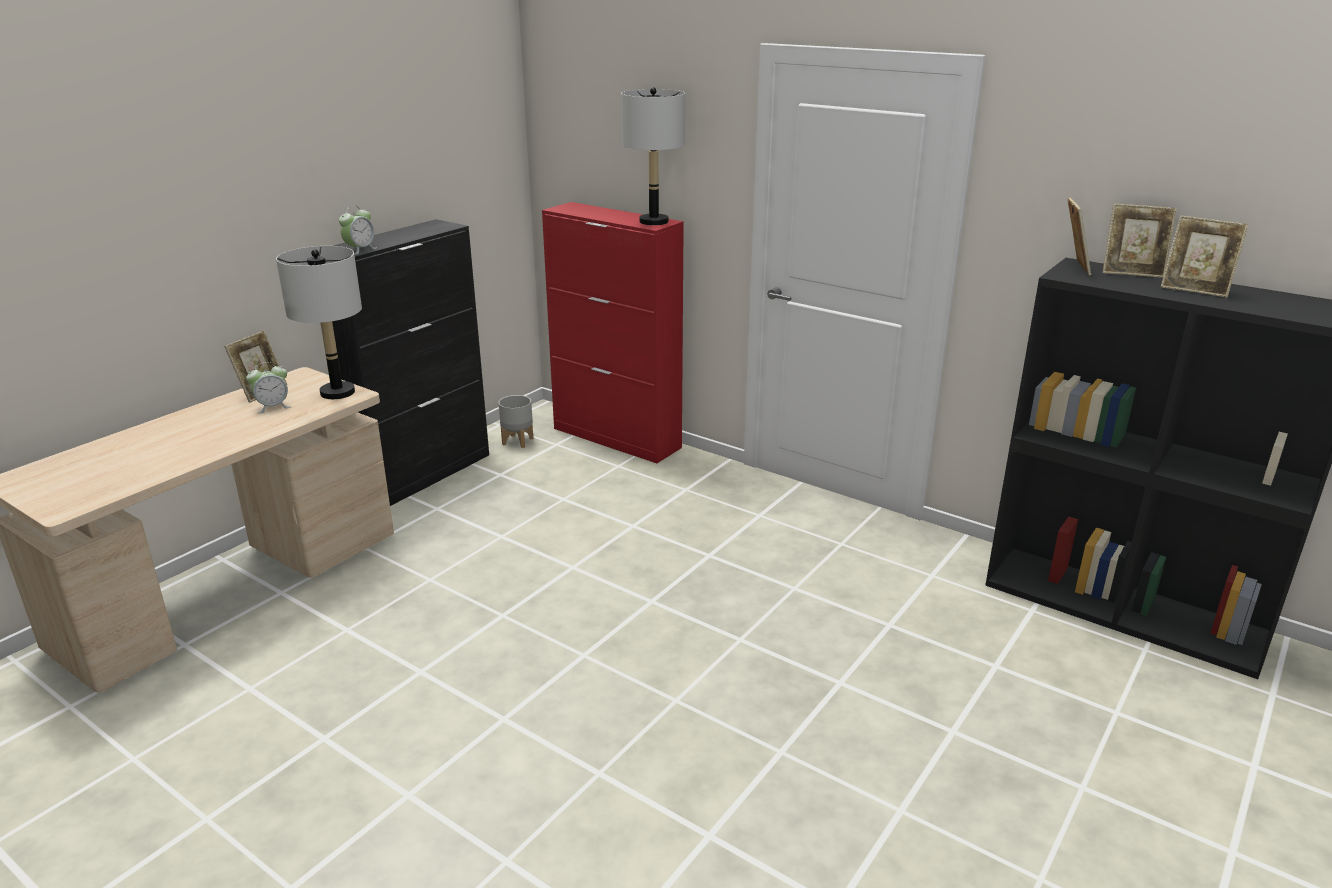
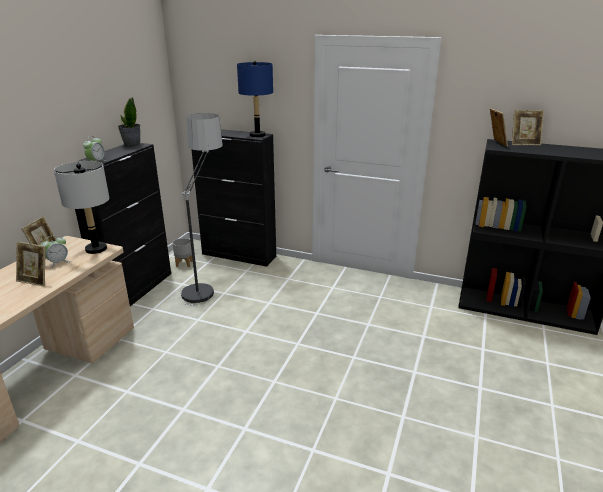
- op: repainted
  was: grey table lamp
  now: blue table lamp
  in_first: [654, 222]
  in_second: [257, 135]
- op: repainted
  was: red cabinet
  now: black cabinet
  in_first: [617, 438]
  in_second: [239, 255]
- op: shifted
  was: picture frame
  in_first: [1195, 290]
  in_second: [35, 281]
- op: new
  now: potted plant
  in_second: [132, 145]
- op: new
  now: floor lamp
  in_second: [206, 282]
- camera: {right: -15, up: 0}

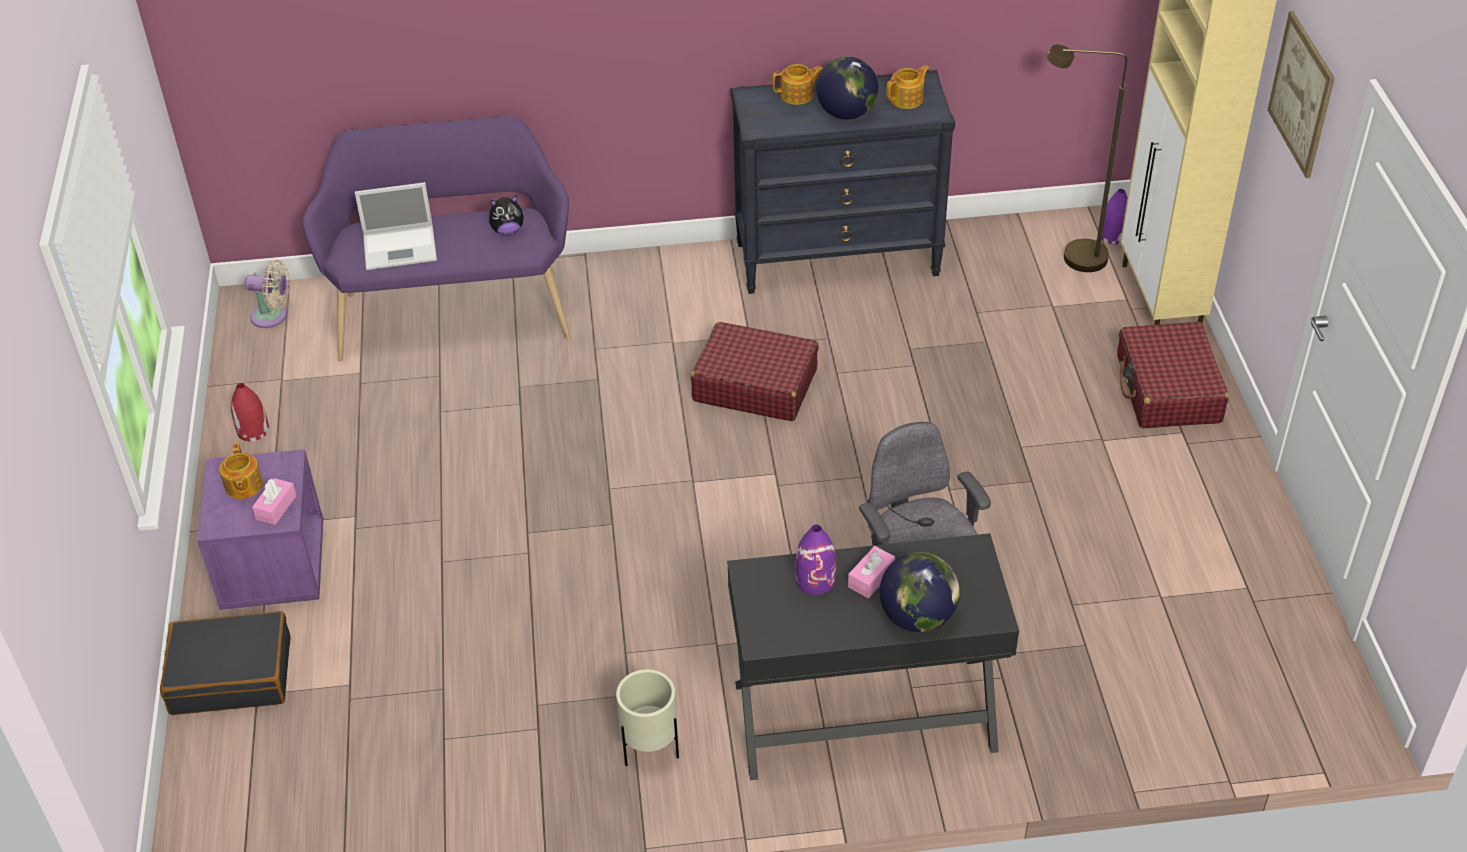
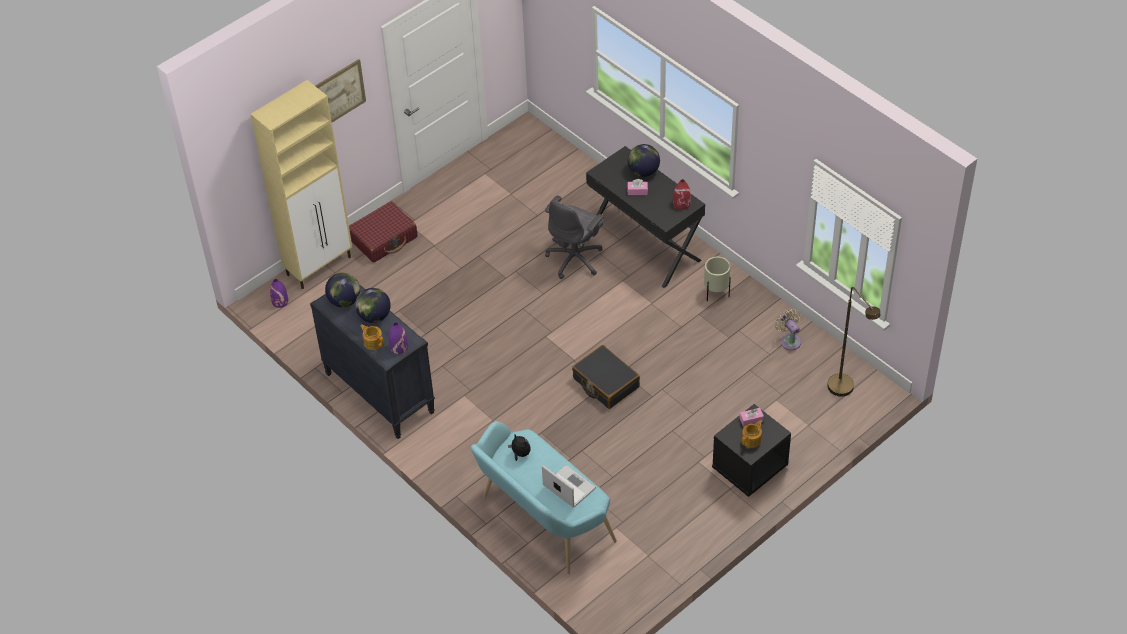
- op: shifted
  was: brown floor lamp
  in_first: [1072, 258]
  in_second: [845, 391]
- op: swapped
  was: teapot
  now: globe
  in_first: [907, 99]
  in_second: [345, 301]
- op: repainted
  was: purple bench
  now: turquoise bench
  in_first: [454, 310]
  in_second: [542, 521]
- op: shifted
  was: beige fan
  in_first: [273, 316]
  in_second: [789, 340]
- op: gone
  was: red suitcase
  in_first: [754, 385]
- op: shifted
  was: red vase
  in_first: [253, 430]
  in_second: [682, 203]
- op: repainted
  was: purple nightstand
  now: black nightstand
  in_first: [273, 567]
  in_second: [749, 468]
- op: shifted
  was: purple vase
  in_first: [815, 579]
  in_second: [398, 347]
- op: shifted
  was: black suitcase
  in_first: [231, 675]
  in_second: [605, 383]
- camera: {right: -125, up: 5}

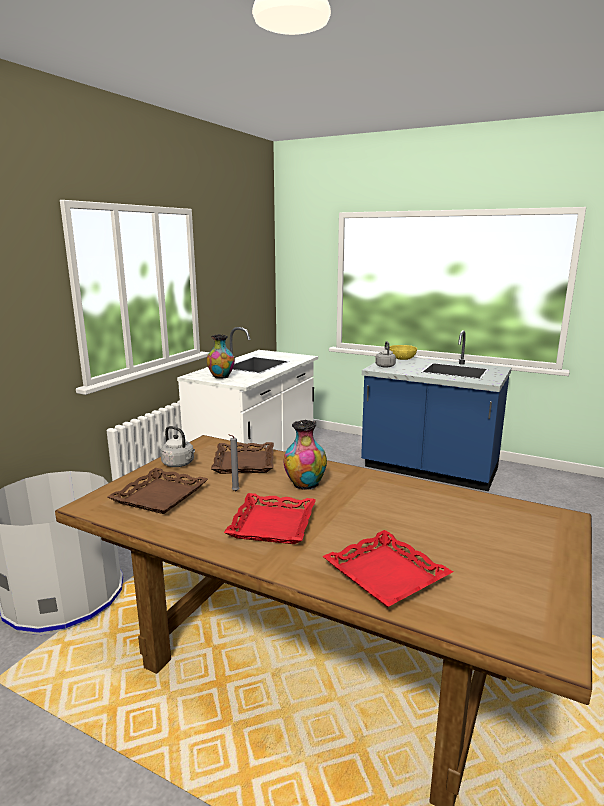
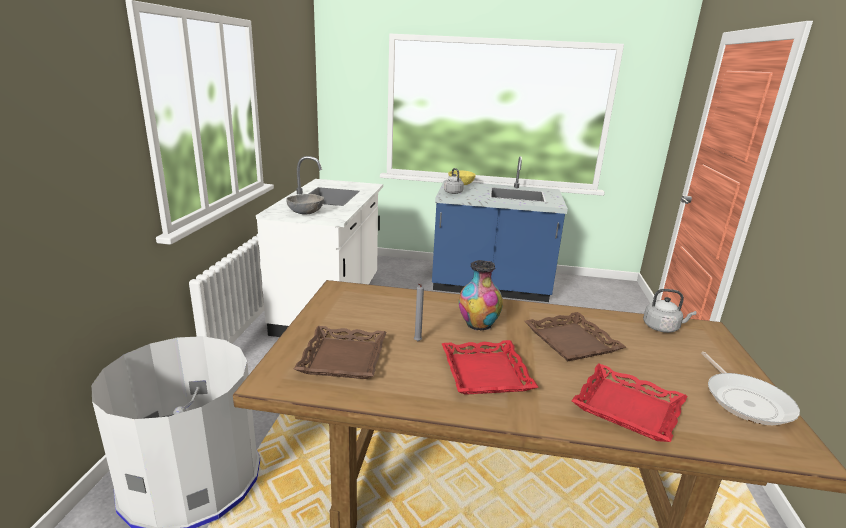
- op: swapped
  was: vase
  now: grey bowl
  in_first: [221, 377]
  in_second: [306, 212]
- op: shifted
  was: grey kettle
  in_first: [179, 464]
  in_second: [662, 328]
- op: shifted
  was: brown tray
  in_first: [243, 463]
  in_second: [571, 342]
- op: new
  now: frying pan
  in_second: [745, 400]
- camera: {right: -20, up: 5}

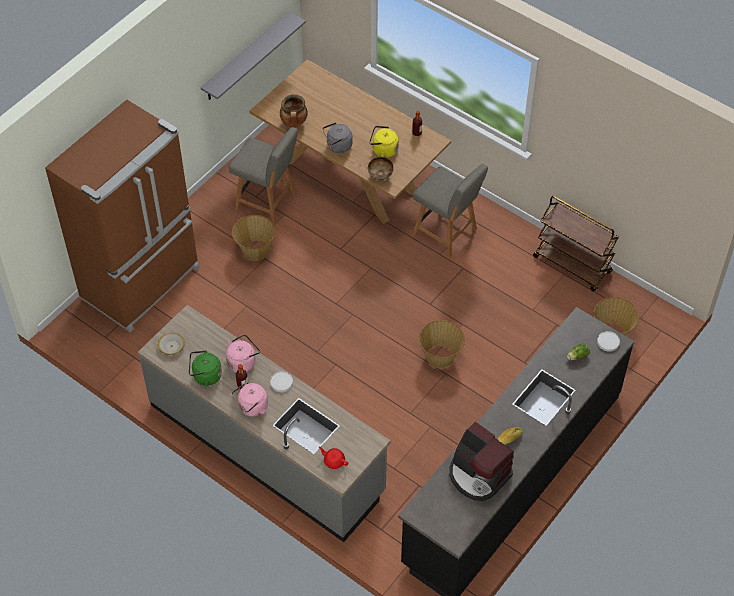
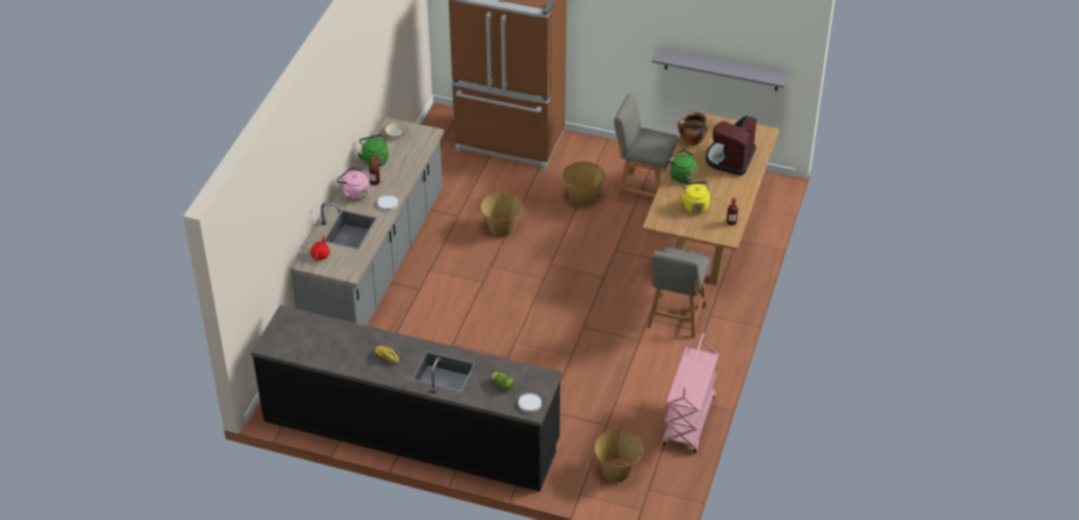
- op: repainted
  was: grey kettle
  now: green kettle
  in_first: [338, 146]
  in_second: [681, 175]
- op: rotated
  was: grey chair
  in_first: [267, 202]
  in_second: [643, 189]
  clockwise: 105
- op: gone
  was: bowl
  in_first: [380, 176]
- op: repainted
  was: brown cart
  now: pink cart
  in_first: [573, 265]
  in_second: [689, 421]
- op: shifted
  was: basket
  in_first: [440, 357]
  in_second: [502, 228]
- op: gone
  was: pink kettle
  in_first: [243, 362]
- op: shifted
  was: coffee machine
  in_first: [478, 475]
  in_second: [730, 158]
- camera: {right: 70, up: -10}

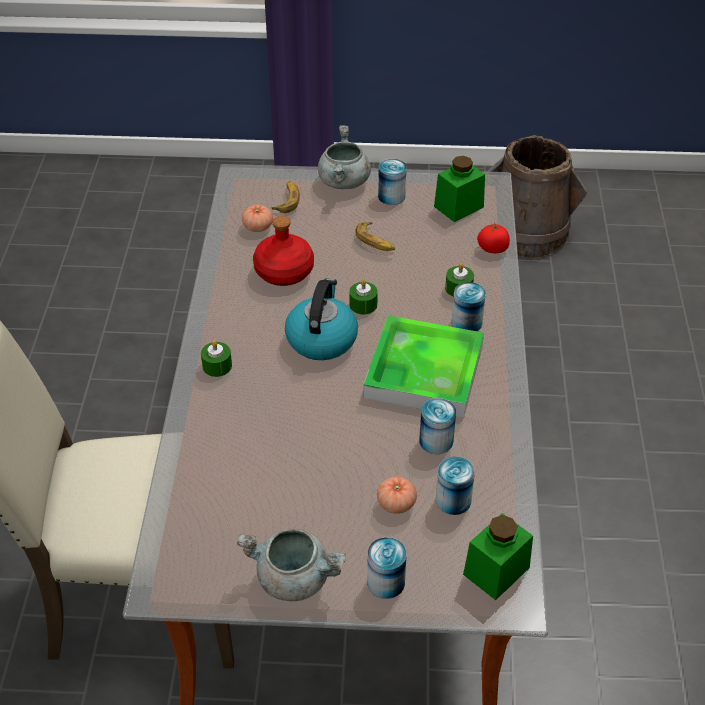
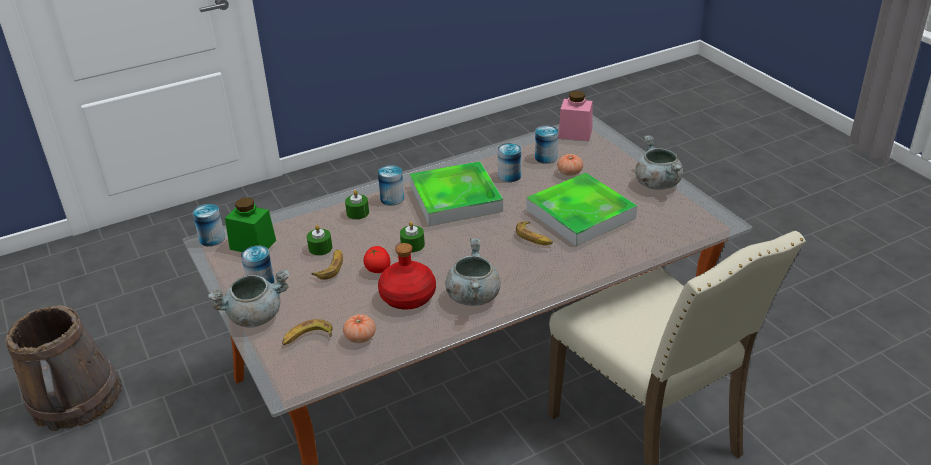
- op: shifted
  was: tomato
  in_first: [493, 248]
  in_second: [378, 269]
- op: gone
  was: kettle
  in_first: [321, 338]
- op: shifted
  was: green candle
  in_first: [217, 366]
  in_second: [320, 248]
- op: repainted
  was: green jar
  now: pink jar
  in_first: [496, 571]
  in_second: [575, 133]
- op: shifted
  was: can
  in_first: [386, 582]
  in_second: [212, 238]
- op: new
  now: tray
  in_second: [580, 214]
- op: new
  now: banana
  in_second: [534, 237]
- op: new
  now: grey cooking pot
  in_second: [473, 296]
- camera: {right: -120, up: -10}

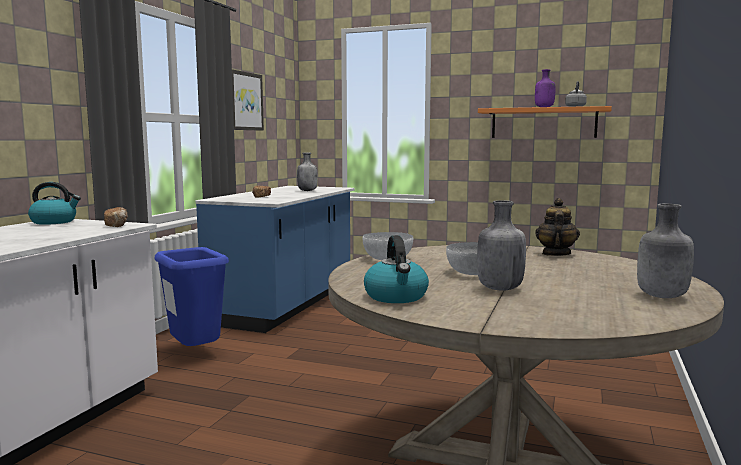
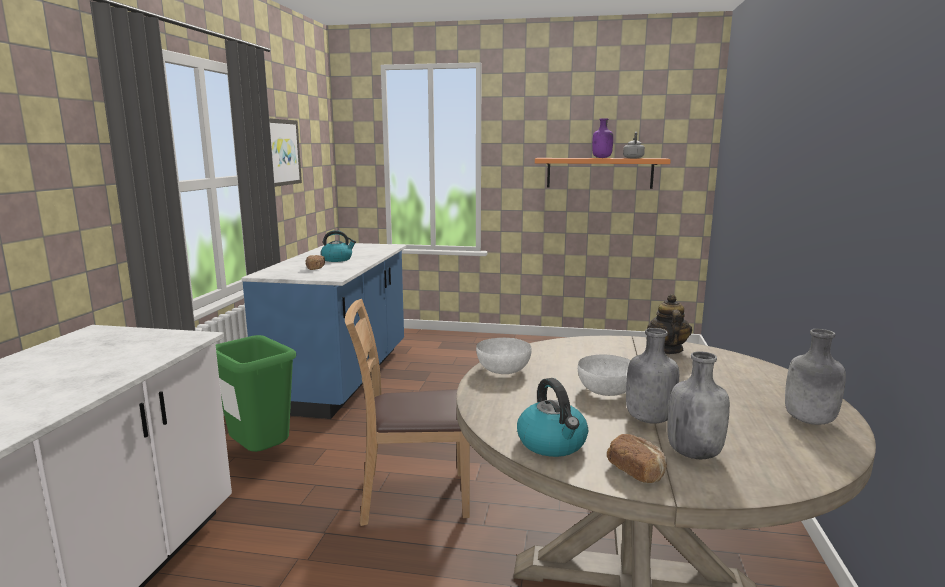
- op: shifted
  was: grey bottle
  in_first: [307, 190]
  in_second: [694, 453]
- op: shifted
  was: kettle
  in_first: [54, 222]
  in_second: [337, 259]
- op: shifted
  was: bread
  in_first: [116, 225]
  in_second: [636, 471]
- op: repainted
  was: blue trash can
  now: green trash can
  in_first: [195, 354]
  in_second: [260, 456]
- op: new
  now: brown chair
  in_second: [413, 496]
- camera: {right: -10, up: 5}

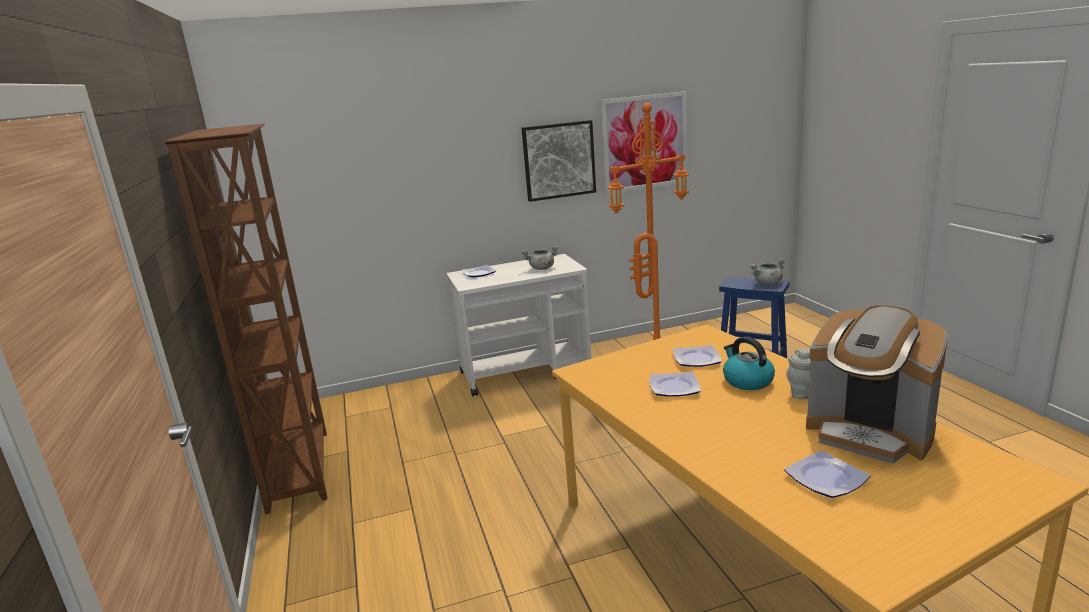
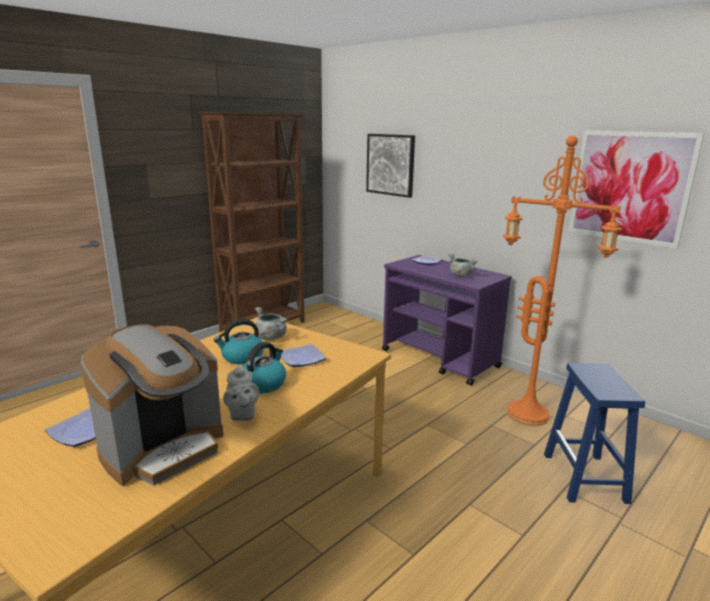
- op: shifted
  was: picture
  in_first: [559, 160]
  in_second: [390, 164]
- op: repainted
  was: white cart
  now: purple cart
  in_first: [526, 372]
  in_second: [440, 359]
- op: shifted
  was: grey cooking pot
  in_first: [768, 283]
  in_second: [270, 337]
- op: rotated
  was: coffee machine
  in_first: [869, 433]
  in_second: [164, 449]
  clockwise: -150
- op: swapped
  was: plate
  now: kettle
  in_first: [675, 387]
  in_second: [242, 357]
- camera: {right: 60, up: 0}

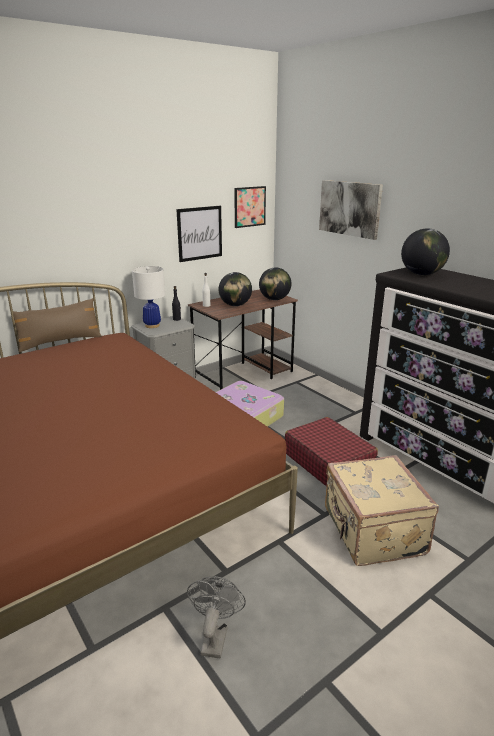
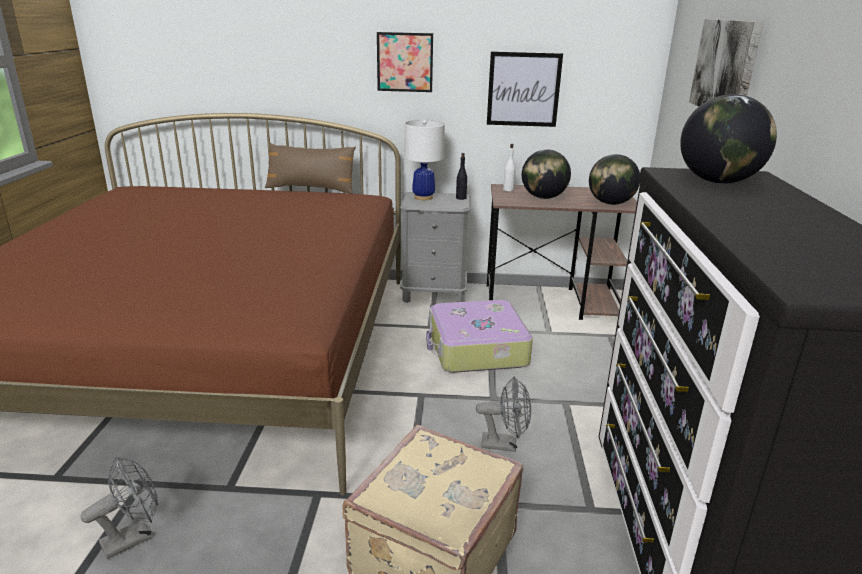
- op: shifted
  was: picture
  in_first: [249, 206]
  in_second: [405, 62]
- op: swapped
  was: red suitcase
  now: grey fan
  in_first: [328, 462]
  in_second: [505, 444]
- camera: {right: 40, up: 0}

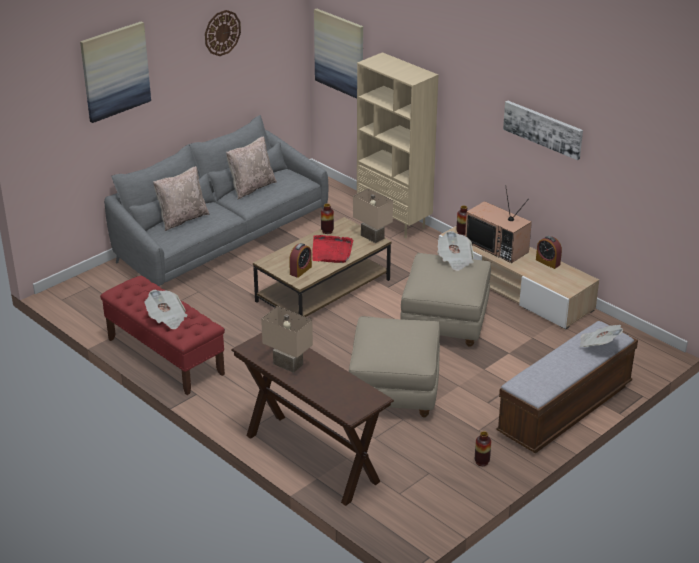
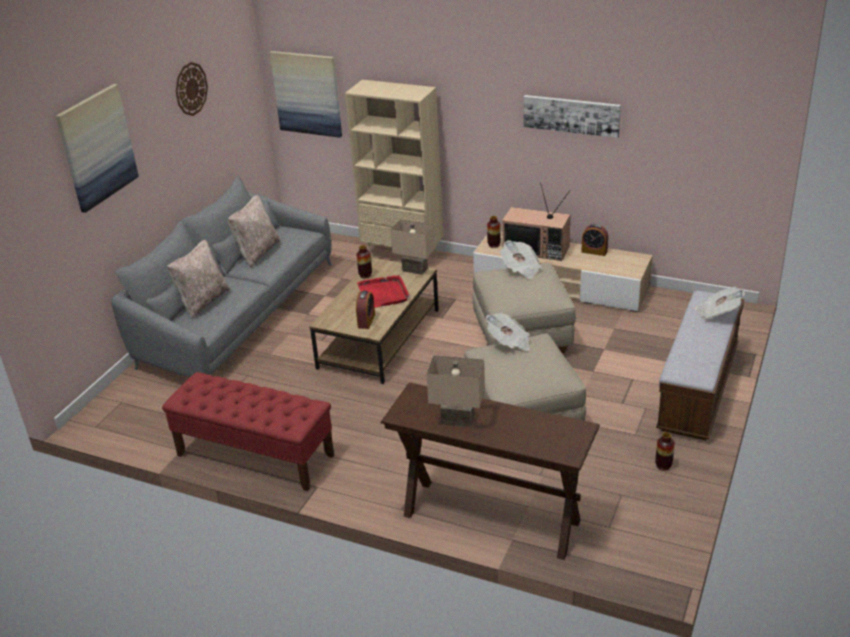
- op: shifted
  was: newspaper
  in_first: [167, 318]
  in_second: [509, 342]
- camera: {right: -20, up: 0}

